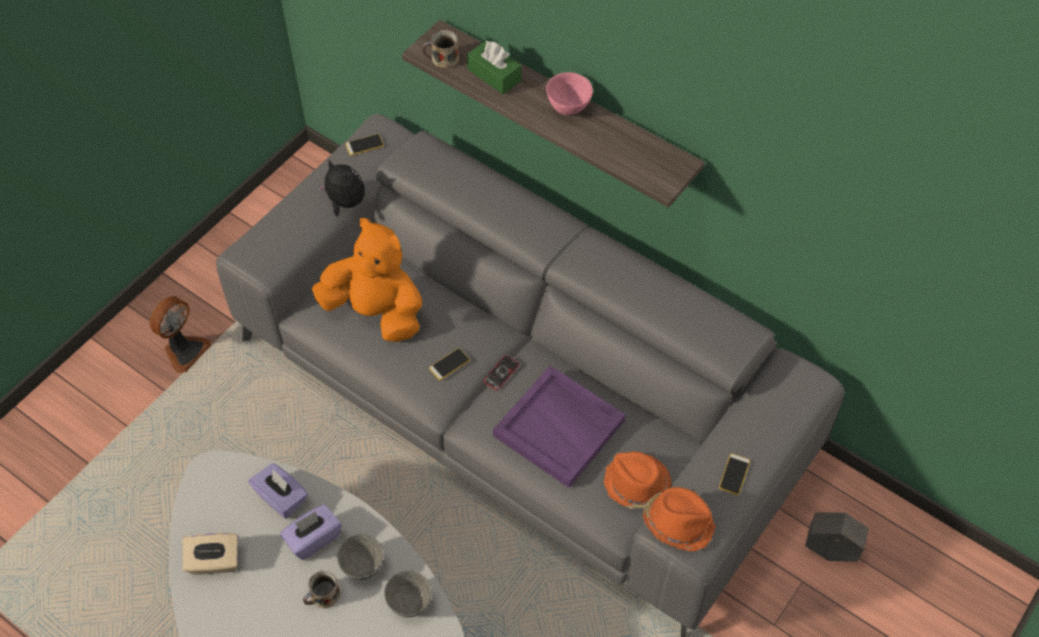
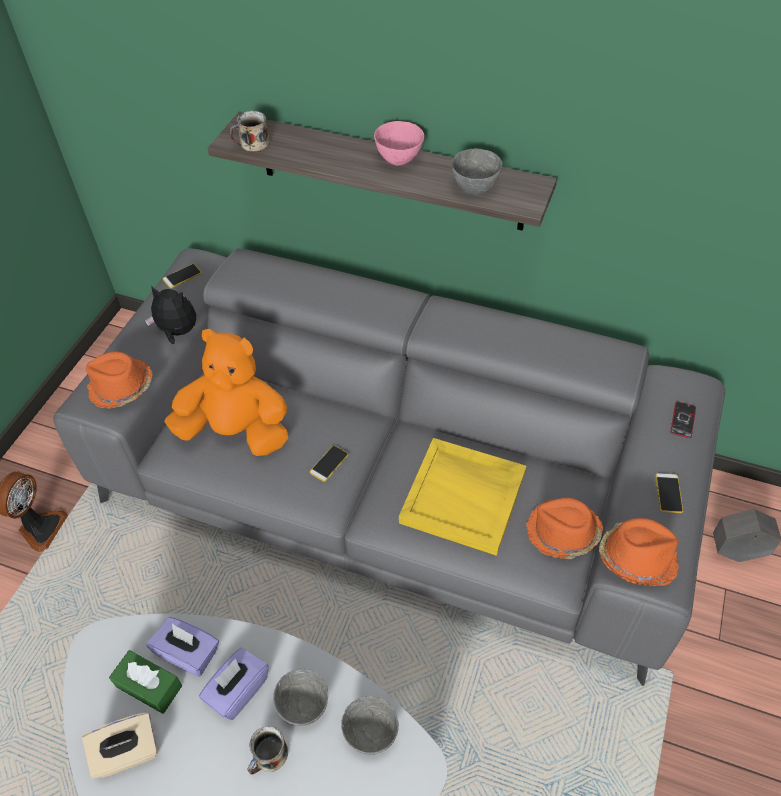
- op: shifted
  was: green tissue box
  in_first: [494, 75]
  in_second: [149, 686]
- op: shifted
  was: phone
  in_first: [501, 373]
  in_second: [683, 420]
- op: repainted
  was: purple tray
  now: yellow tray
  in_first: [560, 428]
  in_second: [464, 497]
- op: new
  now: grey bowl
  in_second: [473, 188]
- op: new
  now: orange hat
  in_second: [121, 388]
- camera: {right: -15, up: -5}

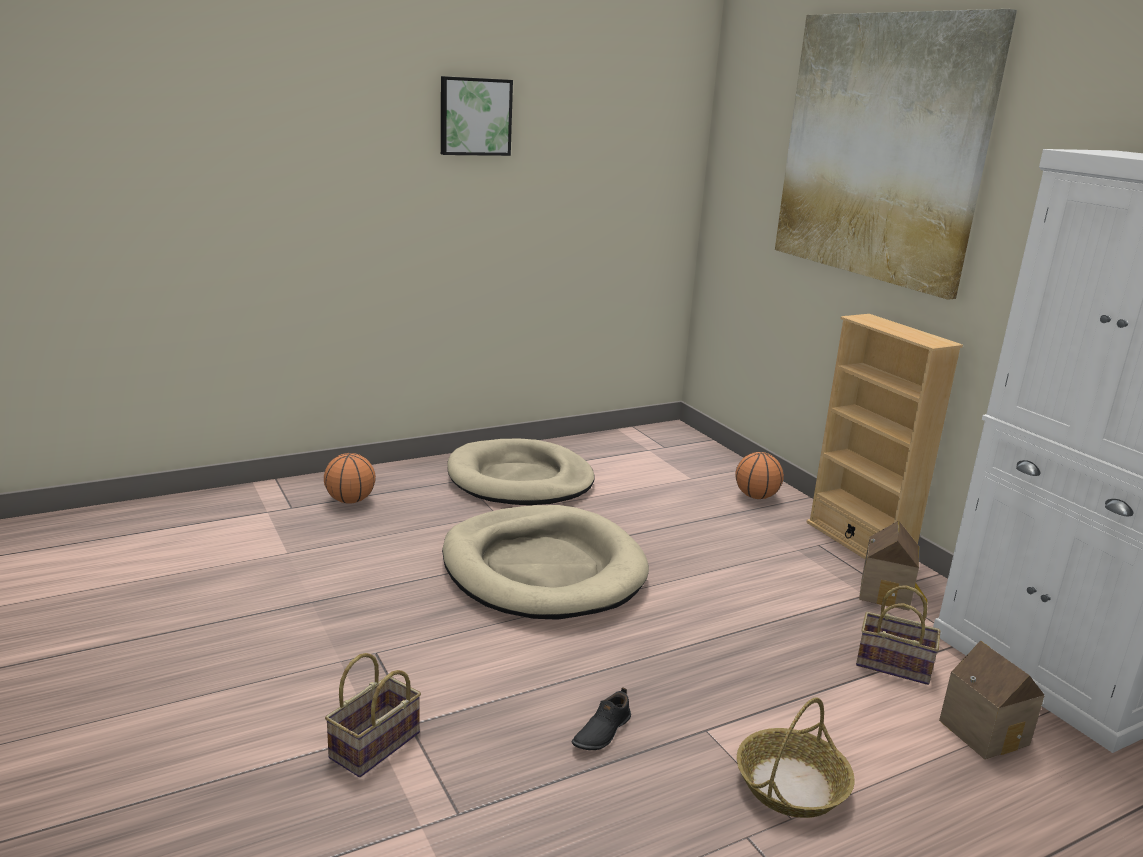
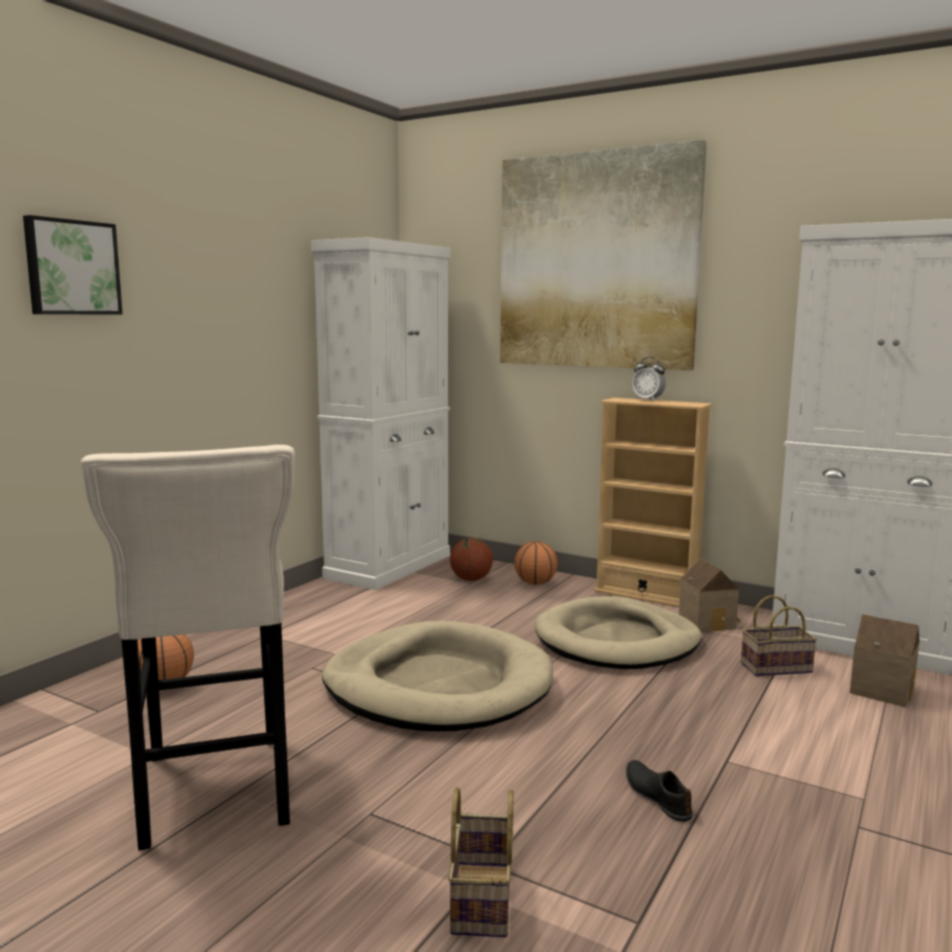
- op: shifted
  was: picture
  in_first: [475, 116]
  in_second: [71, 267]
- op: shifted
  was: beige dog bed
  in_first: [520, 479]
  in_second: [617, 641]
- op: rotated
  was: black shoe
  in_first: [601, 732]
  in_second: [657, 796]
  clockwise: 150
- op: gone
  was: basket
  in_first: [791, 786]
- op: new
  now: white cabinet
  in_second: [389, 566]
- op: new
  now: alarm clock
  in_second: [648, 400]
- op: new
  now: beige stool
  in_second: [215, 796]
- op: new
  now: basketball
  in_second: [471, 579]
- camera: {right: -30, up: -10}

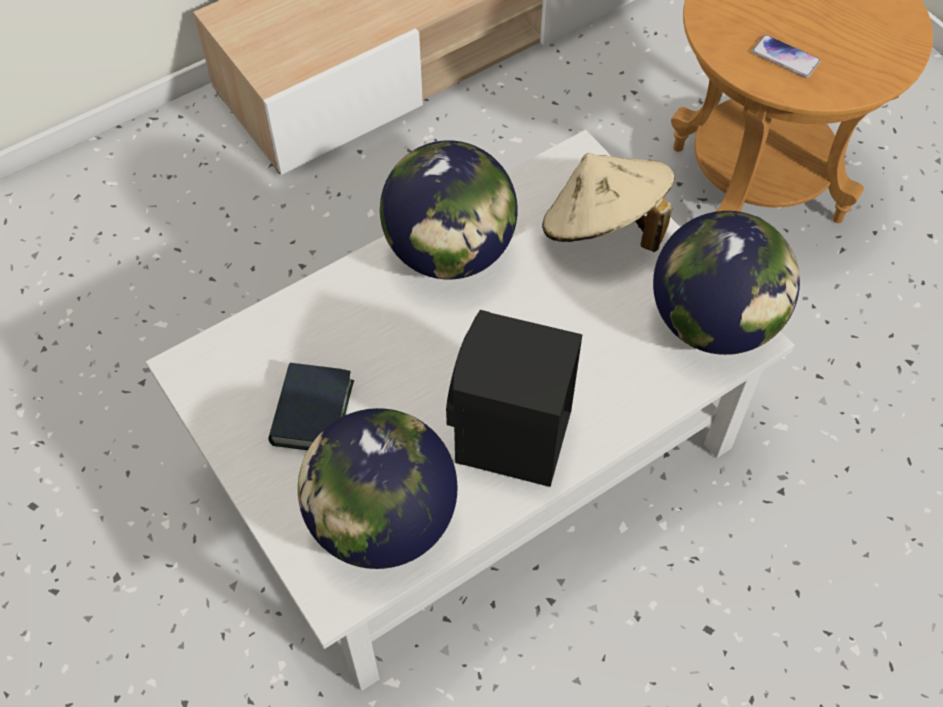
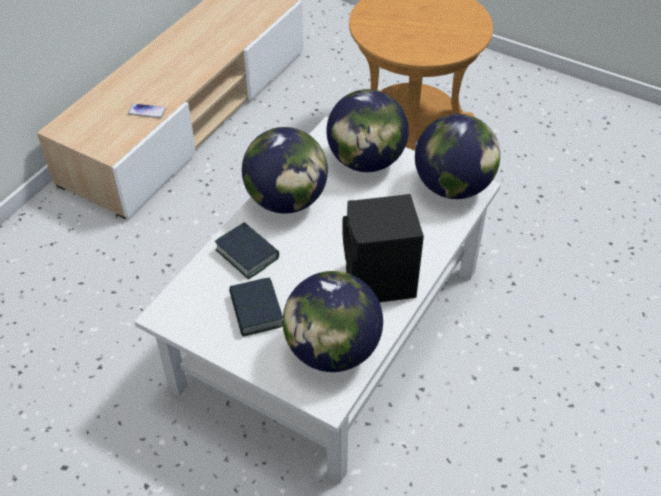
- op: shifted
  was: phone
  in_first: [785, 57]
  in_second: [147, 111]
- op: swapped
  was: beige hat
  now: globe
  in_first: [603, 229]
  in_second: [366, 161]
- op: new
  now: book
  in_second: [247, 254]
- camera: {right: -25, up: -10}

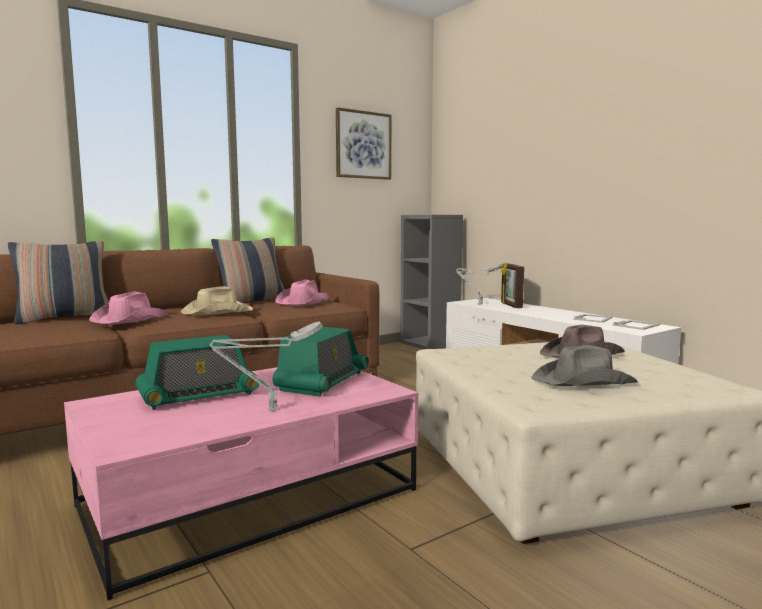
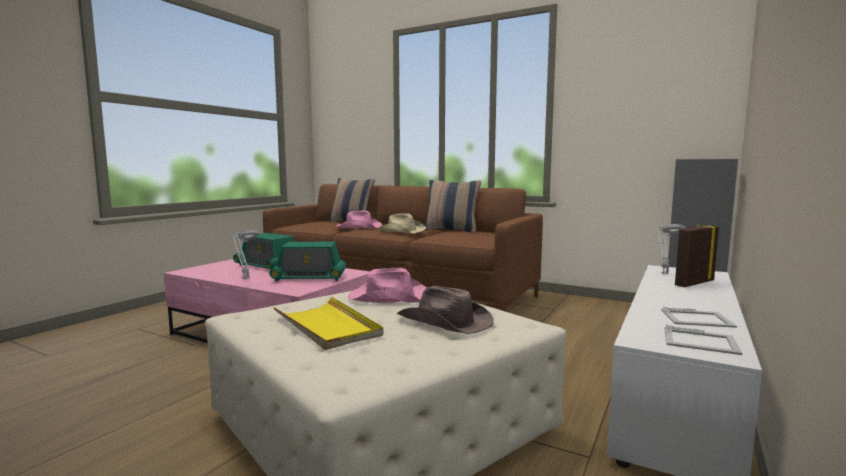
- op: gone
  was: picture
  in_first: [363, 145]
- op: shifted
  was: pink hat
  in_first: [303, 302]
  in_second: [388, 297]
- op: swapped
  was: grey hat
  now: yellow tray
  in_first: [584, 381]
  in_second: [327, 326]
- camera: {right: 65, up: 0}

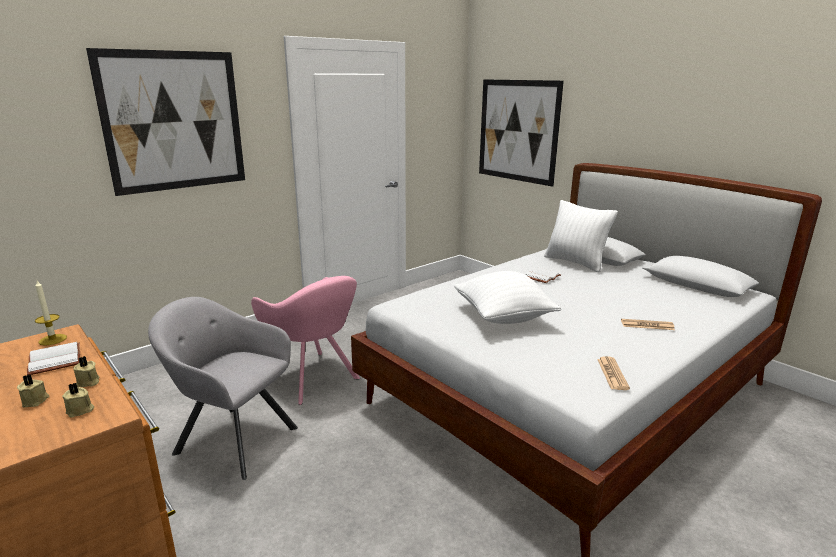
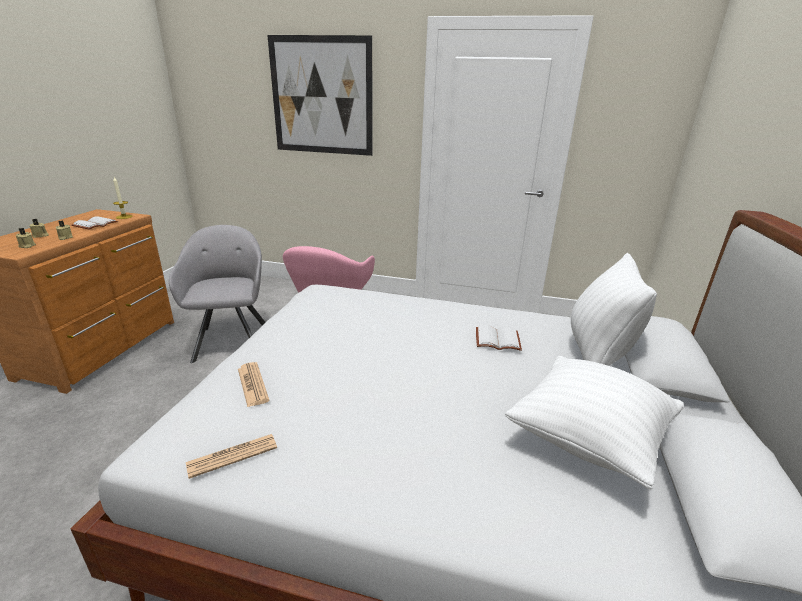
- op: gone
  was: picture
  in_first: [517, 131]
- op: shifted
  was: white pillow
  in_first: [503, 318]
  in_second: [588, 439]
- op: shifted
  was: newspaper
  in_first: [647, 325]
  in_second: [252, 384]
- camera: {right: 55, up: 5}

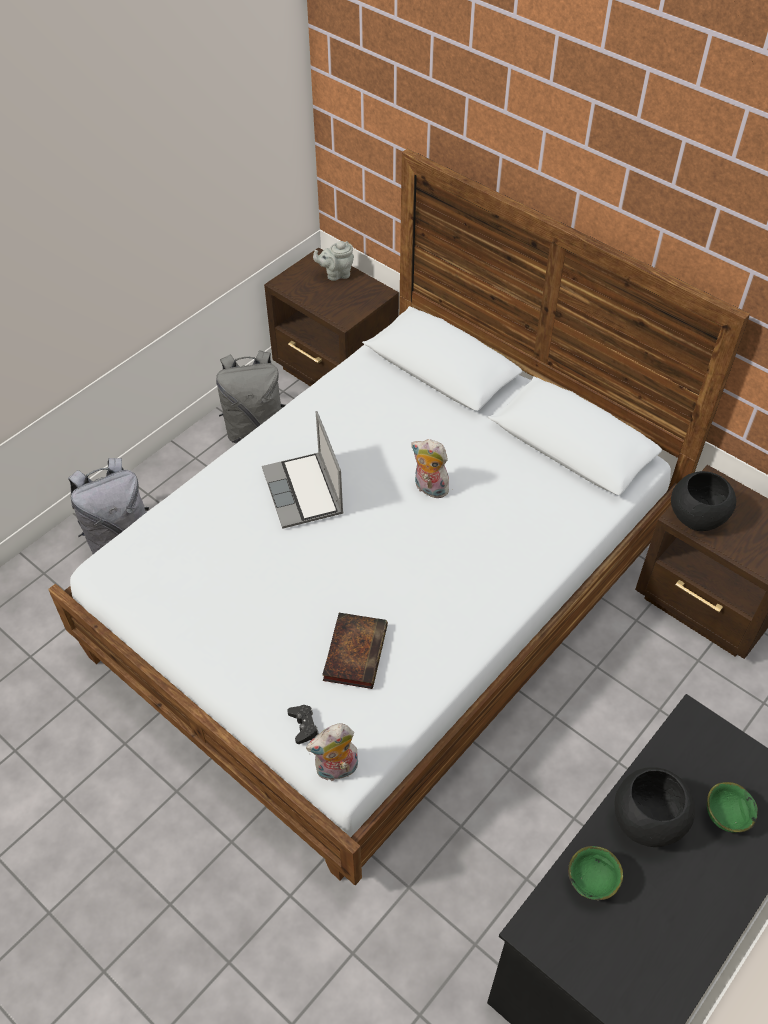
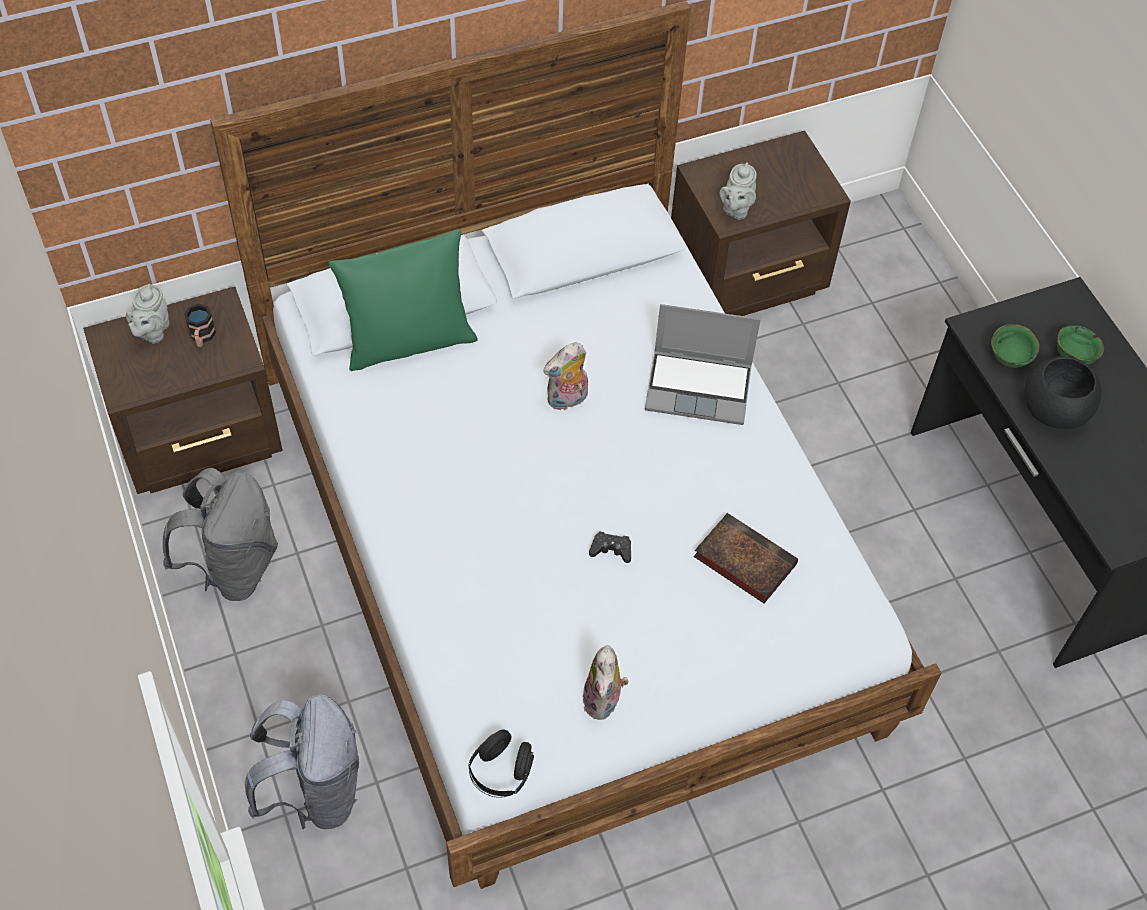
- op: shifted
  was: laptop
  in_first: [304, 492]
  in_second: [700, 388]
- op: swapped
  was: black bowl
  now: grey teapot
  in_first: [697, 517]
  in_second: [736, 209]
- op: shifted
  was: black game controller
  in_first: [303, 725]
  in_second: [611, 550]
- op: shifted
  was: plush toy
  in_first: [336, 770]
  in_second: [604, 701]
- op: shifted
  was: green bowl
  in_first: [592, 883]
  in_second: [1009, 359]
- op: new
  now: green pillow
  in_second: [408, 341]
- op: new
  now: mug
  in_second: [202, 337]
- op: new
  now: black headphones
  in_second: [501, 772]
- camera: {right: -65, up: 5}

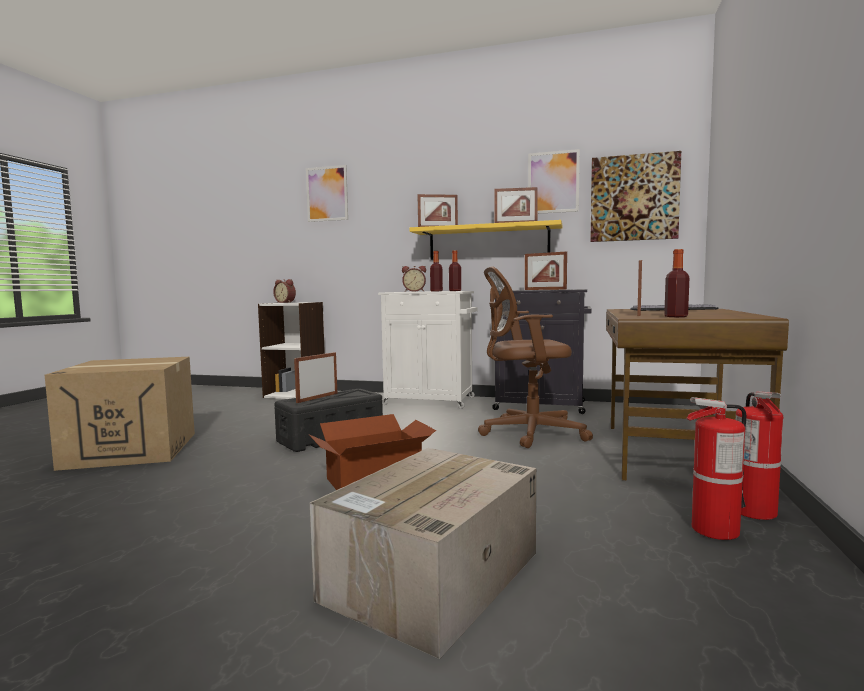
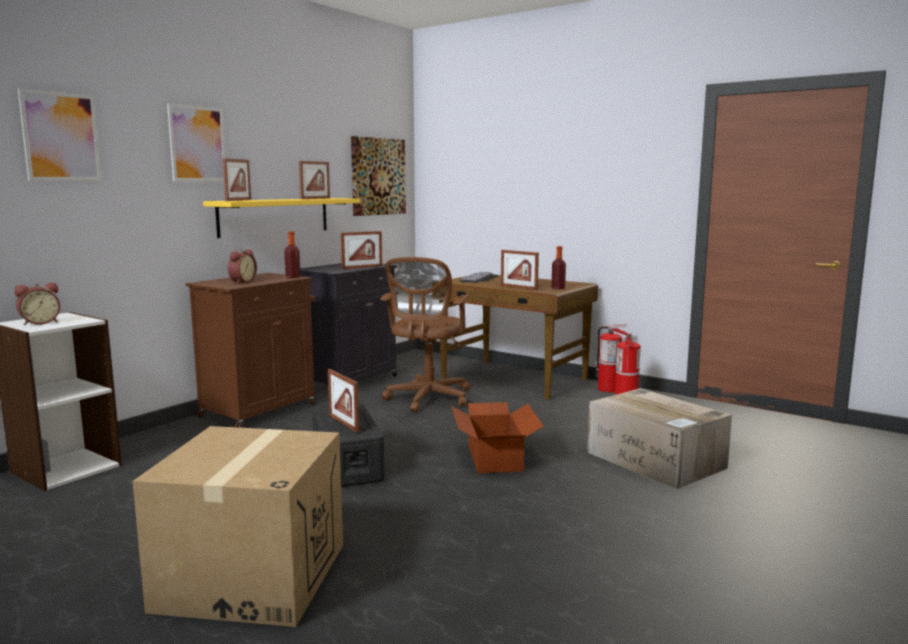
- op: shifted
  was: picture
  in_first: [553, 182]
  in_second: [197, 144]
- op: gone
  was: bottle
  in_first: [436, 291]
- op: repainted
  was: white cabinet
  now: brown cabinet
  in_first: [431, 401]
  in_second: [260, 410]
- camera: {right: -70, up: 5}

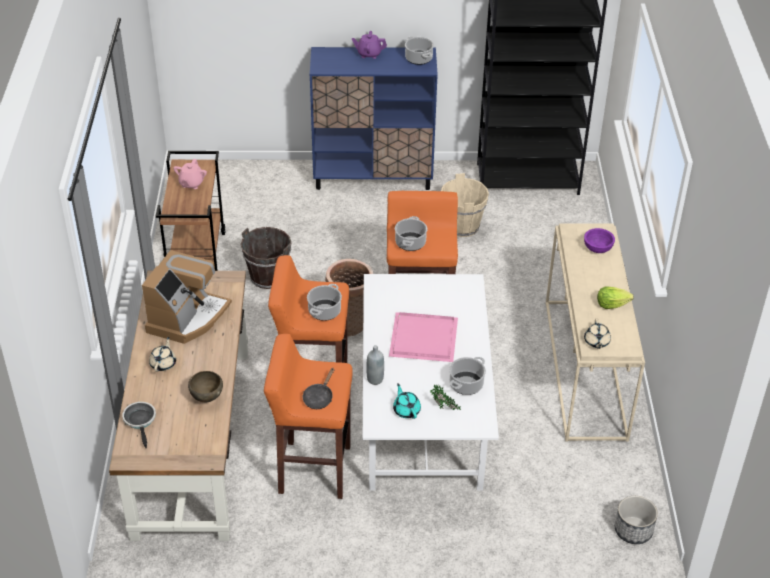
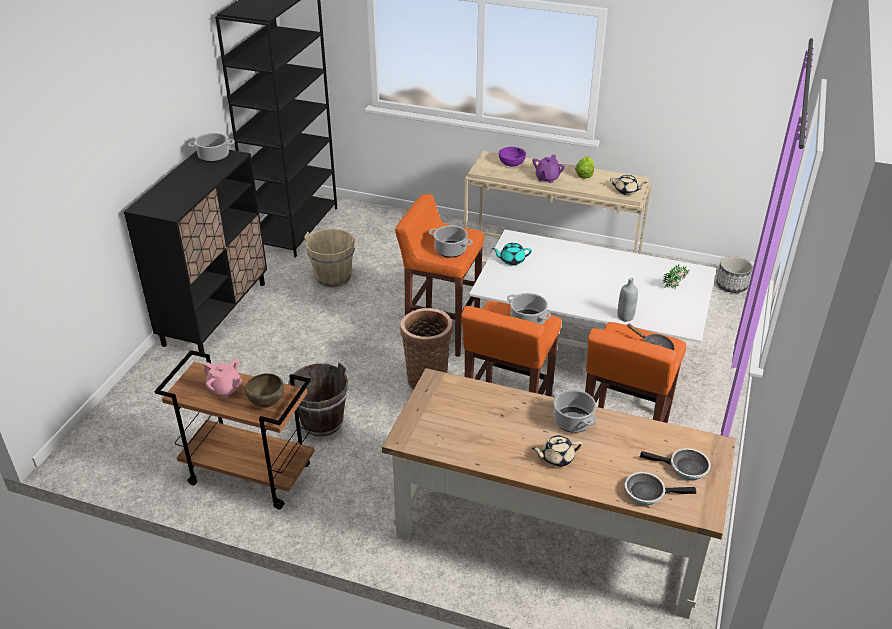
- op: shifted
  was: purple teapot
  in_first: [369, 54]
  in_second: [547, 178]
- op: repainted
  was: blue cabinet
  now: black cabinet
  in_first: [373, 177]
  in_second: [215, 313]
- op: gone
  was: coffee machine
  in_first: [187, 318]
- op: gone
  was: pink tray
  in_first: [422, 338]
- op: rotated
  was: beige teapot
  in_first: [163, 363]
  in_second: [556, 458]
  clockwise: -45
- op: shifted
  was: cooking pot
  in_first: [466, 385]
  in_second: [573, 421]
- op: shifted
  was: brown bowl
  in_first: [206, 398]
  in_second: [266, 404]
- op: shifted
  was: turquoise teapot
  in_first: [406, 410]
  in_second: [511, 260]
- op: new
  now: frying pan
  in_second: [685, 468]
- camera: {right: -70, up: -5}

